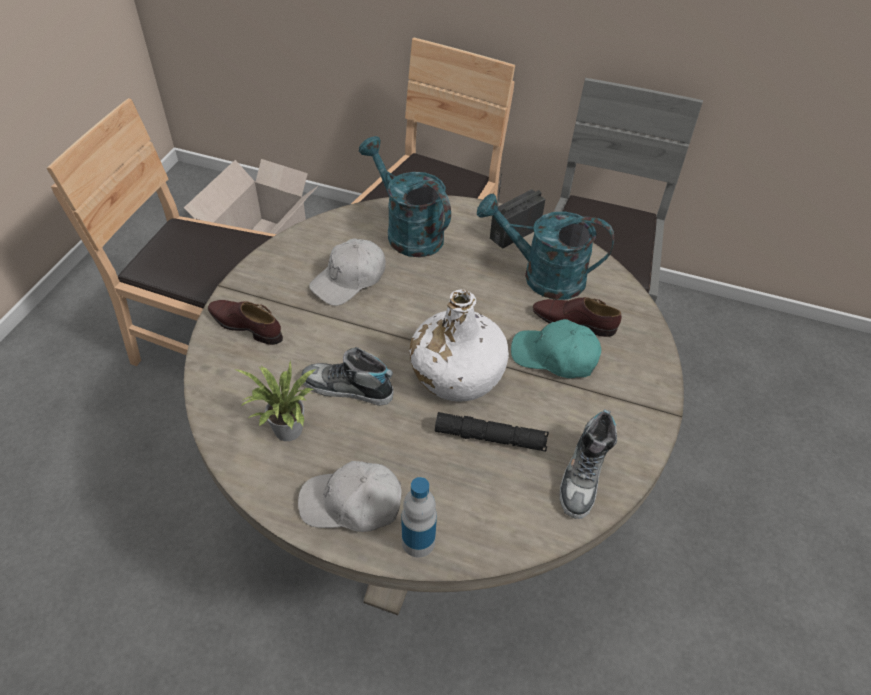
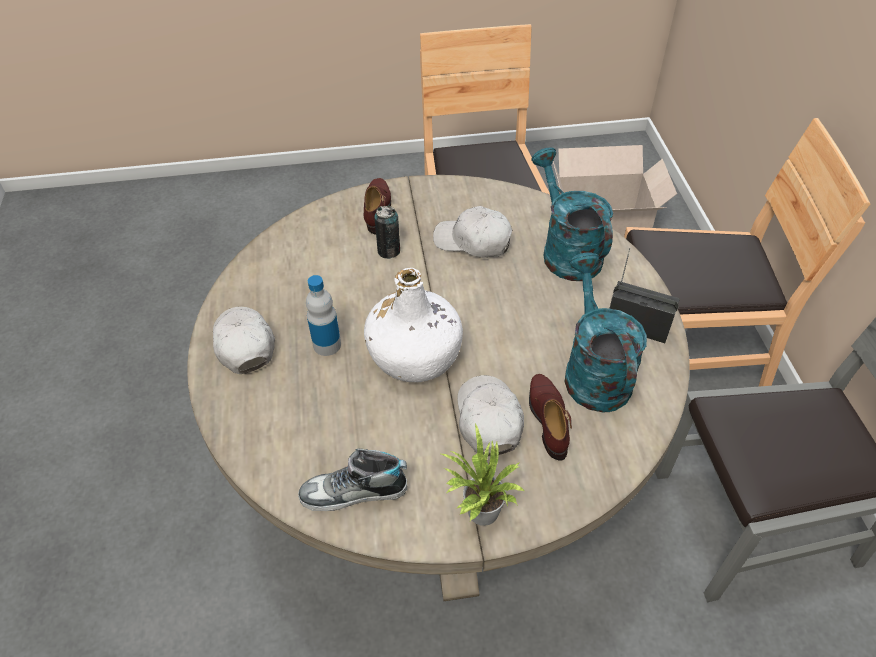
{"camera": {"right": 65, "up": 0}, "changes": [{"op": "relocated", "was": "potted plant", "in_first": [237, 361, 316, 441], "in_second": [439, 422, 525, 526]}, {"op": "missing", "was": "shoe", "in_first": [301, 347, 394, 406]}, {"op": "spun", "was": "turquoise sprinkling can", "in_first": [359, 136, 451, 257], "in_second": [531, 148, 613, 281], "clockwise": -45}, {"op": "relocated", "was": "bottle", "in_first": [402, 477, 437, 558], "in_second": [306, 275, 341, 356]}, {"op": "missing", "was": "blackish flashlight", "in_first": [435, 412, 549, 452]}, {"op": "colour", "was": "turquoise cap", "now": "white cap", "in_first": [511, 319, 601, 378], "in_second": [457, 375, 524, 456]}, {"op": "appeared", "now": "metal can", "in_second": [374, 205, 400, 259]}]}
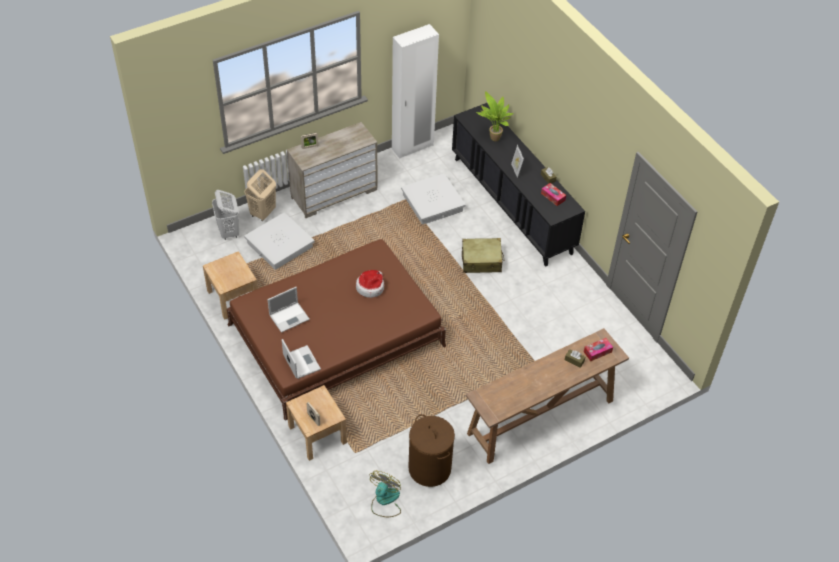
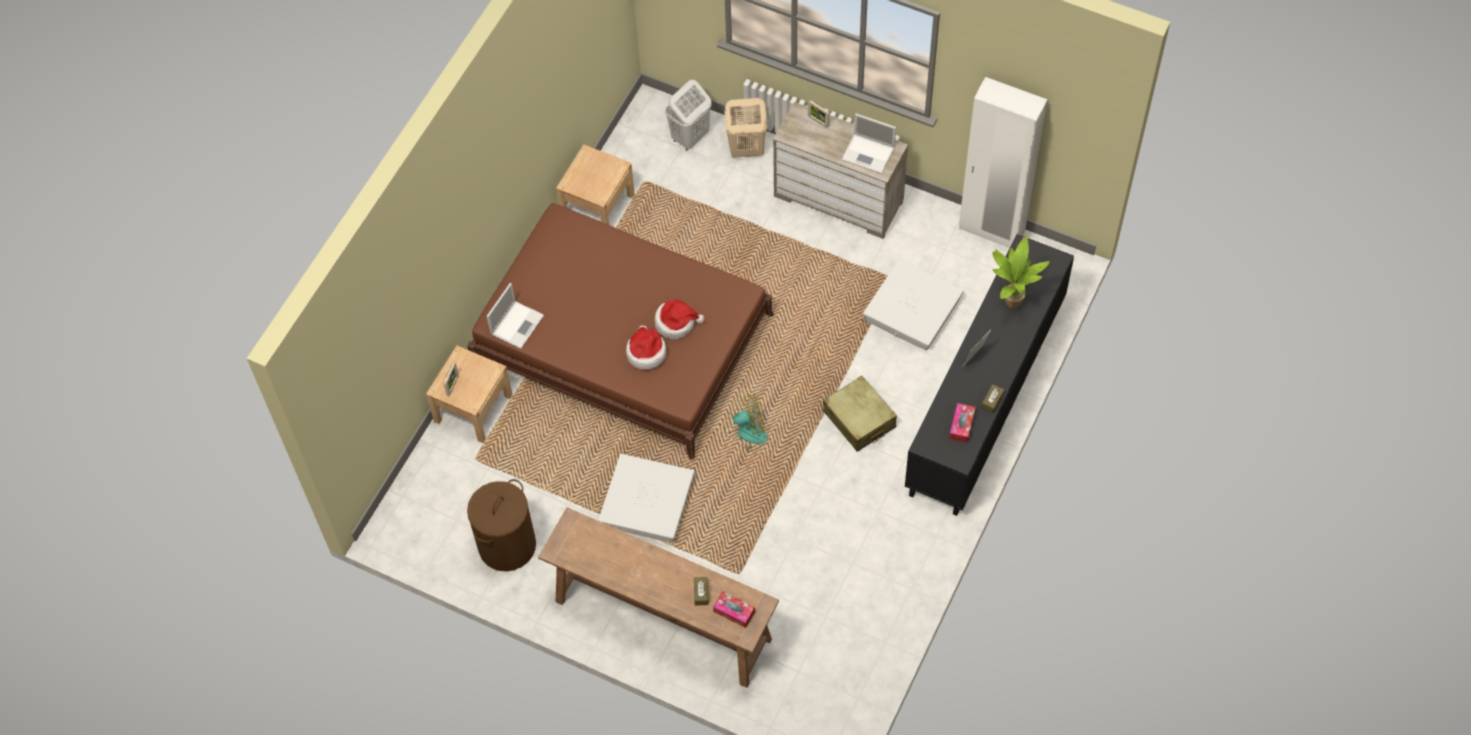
{"camera": {"right": 60, "up": 10}, "changes": [{"op": "relocated", "was": "white storage container", "in_first": [244, 212, 315, 270], "in_second": [598, 454, 694, 542]}, {"op": "relocated", "was": "portable computer", "in_first": [267, 287, 310, 333], "in_second": [842, 114, 896, 174]}, {"op": "relocated", "was": "fan", "in_first": [370, 471, 401, 517], "in_second": [723, 393, 768, 450]}, {"op": "appeared", "now": "wearable hat", "in_second": [626, 325, 667, 370]}]}
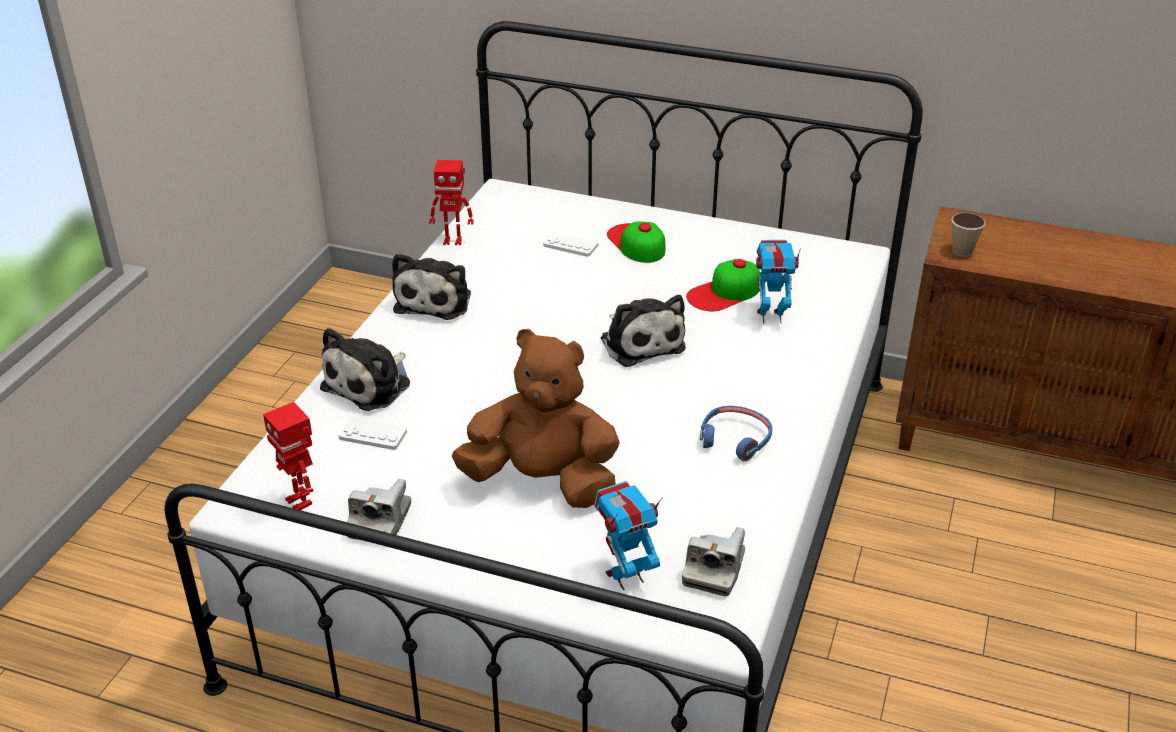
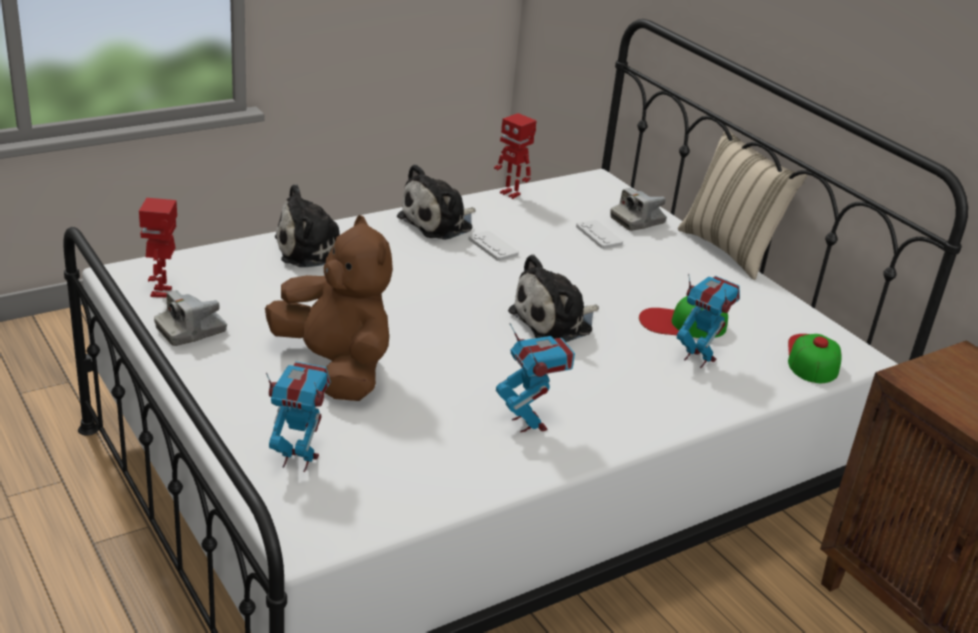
{"camera": {"right": 35, "up": -5}, "changes": [{"op": "relocated", "was": "white gamepad", "in_first": [339, 418, 407, 450], "in_second": [468, 231, 519, 261]}, {"op": "spun", "was": "plush toy", "in_first": [601, 295, 686, 367], "in_second": [508, 254, 599, 342], "clockwise": 45}, {"op": "relocated", "was": "cap", "in_first": [607, 221, 665, 263], "in_second": [788, 334, 842, 383]}, {"op": "relocated", "was": "still camera", "in_first": [682, 527, 745, 596], "in_second": [610, 188, 667, 231]}, {"op": "exchanged", "was": "blue-coloured headset", "now": "model robot", "in_first": [700, 406, 772, 461], "in_second": [496, 323, 575, 432]}, {"op": "missing", "was": "cup", "in_first": [951, 213, 986, 257]}, {"op": "appeared", "now": "beige-coloured cushion", "in_second": [678, 130, 808, 280]}]}
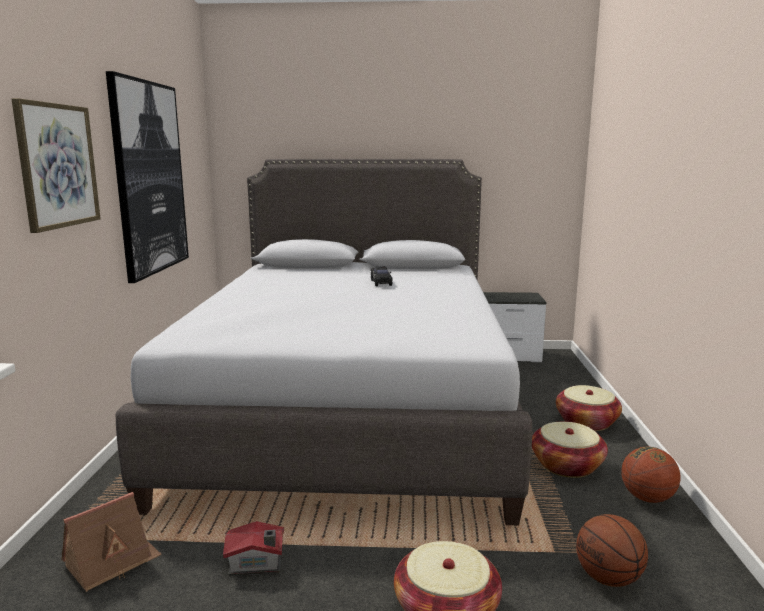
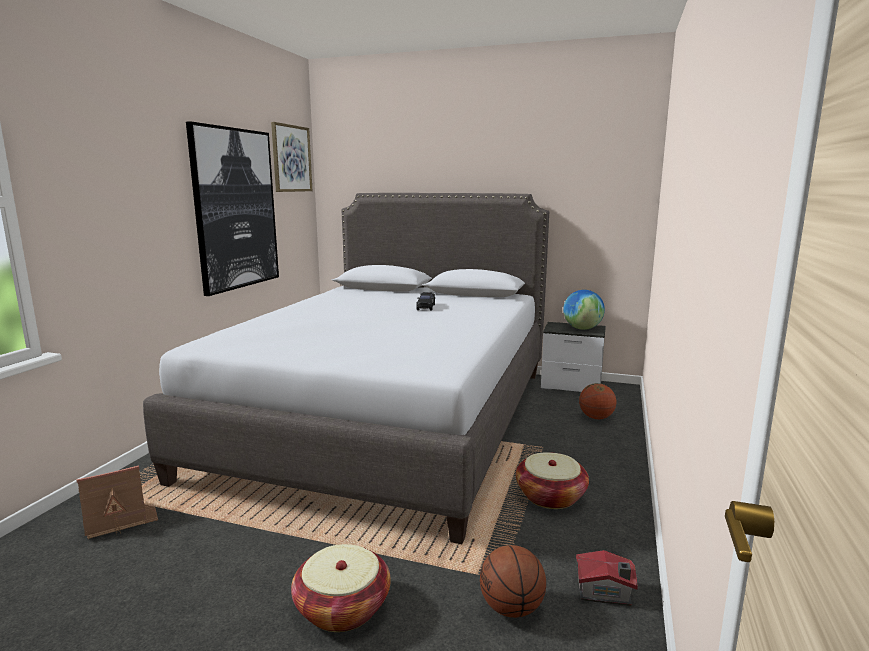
{"camera": {"right": 15, "up": 0}, "changes": [{"op": "relocated", "was": "wall picture", "in_first": [12, 98, 101, 233], "in_second": [271, 122, 312, 192]}, {"op": "relocated", "was": "miniature house", "in_first": [223, 521, 284, 576], "in_second": [576, 550, 638, 606]}, {"op": "missing", "was": "household basket", "in_first": [556, 385, 622, 431]}, {"op": "relocated", "was": "ball for basketball", "in_first": [621, 447, 681, 503], "in_second": [579, 383, 616, 419]}, {"op": "appeared", "now": "globe", "in_second": [563, 290, 605, 330]}]}
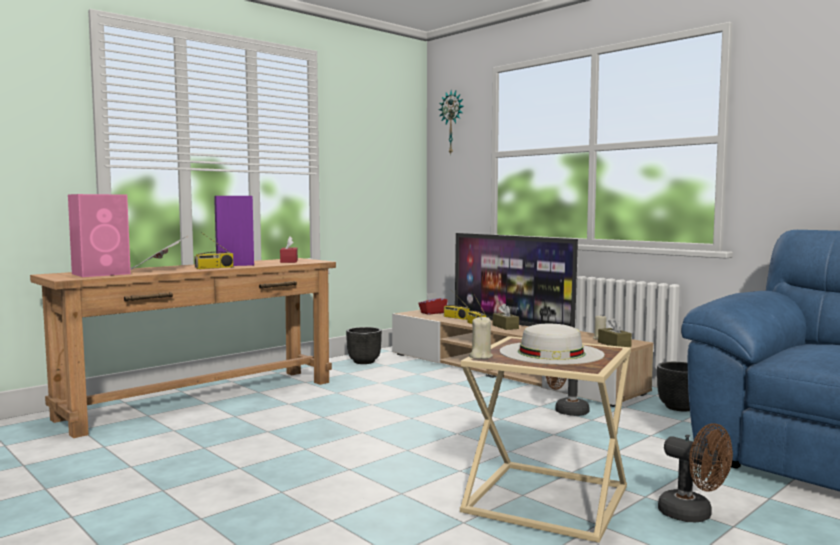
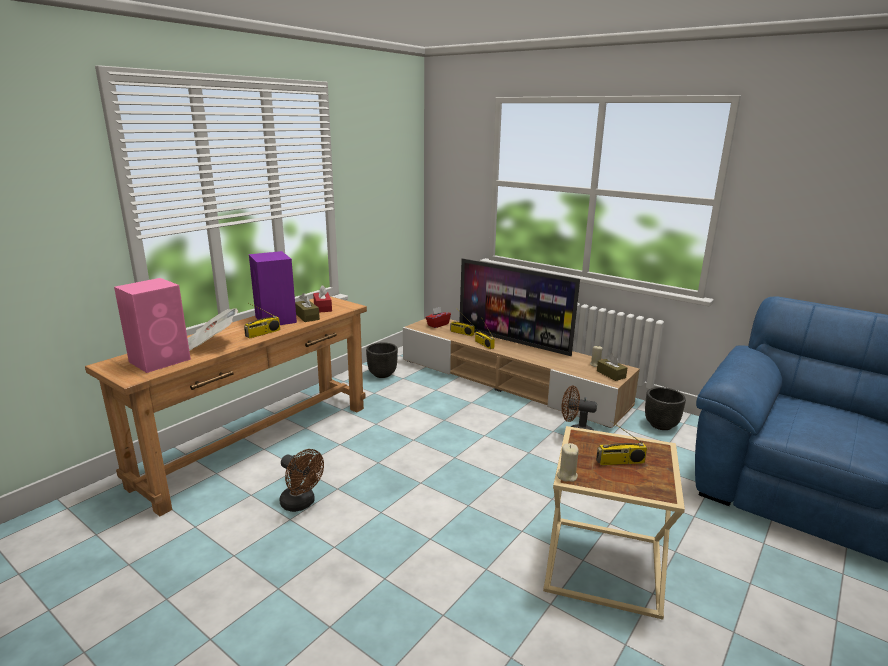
{"camera": {"right": -10, "up": 15}, "changes": [{"op": "missing", "was": "clock on the wall", "in_first": [439, 90, 464, 155]}, {"op": "relocated", "was": "brownish tissue box", "in_first": [493, 303, 519, 330], "in_second": [295, 293, 320, 322]}, {"op": "exchanged", "was": "white wearable hat", "now": "radio set", "in_first": [500, 324, 605, 364], "in_second": [596, 420, 647, 465]}, {"op": "relocated", "was": "brownish fan", "in_first": [658, 423, 733, 522], "in_second": [280, 449, 324, 512]}]}
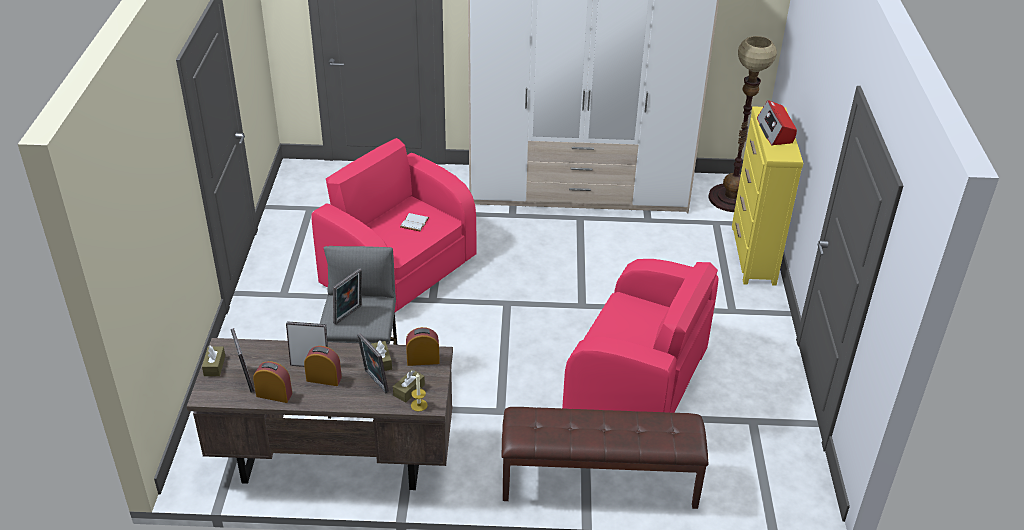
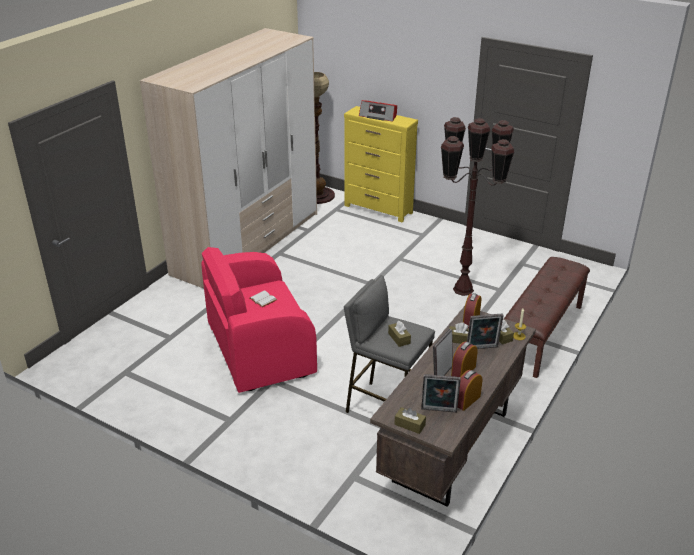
{"camera": {"right": -60, "up": -5}, "changes": [{"op": "exchanged", "was": "standing frame", "now": "brownish tissue box", "in_first": [333, 268, 362, 325], "in_second": [388, 321, 411, 347]}, {"op": "exchanged", "was": "pinkish armchair", "now": "brownish standard lamp", "in_first": [562, 259, 719, 413], "in_second": [441, 117, 514, 296]}]}
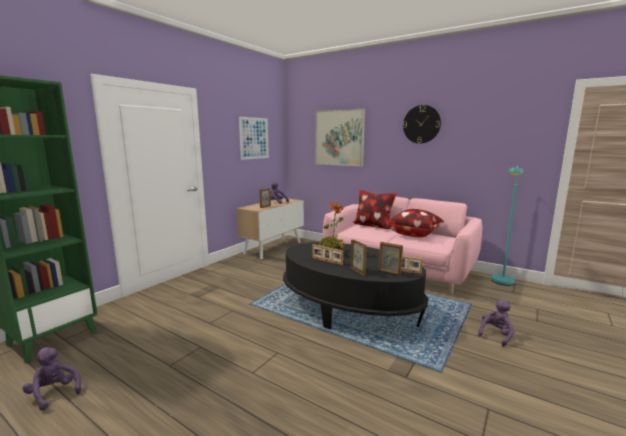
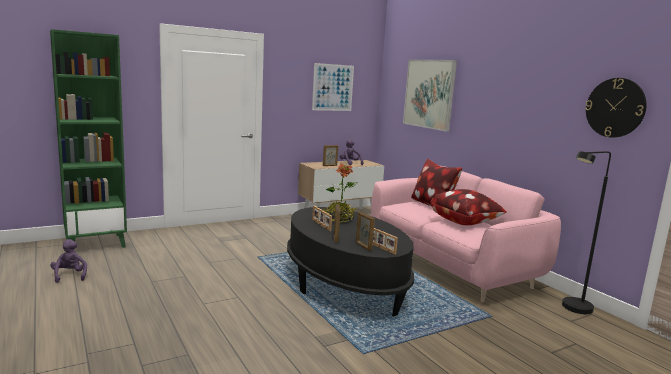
{"camera": {"right": 25, "up": 0}, "changes": [{"op": "relocated", "was": "clock on the wall", "in_first": [403, 105, 441, 144], "in_second": [585, 78, 647, 138]}, {"op": "missing", "was": "purple-coloured plush toy", "in_first": [478, 299, 514, 347]}, {"op": "colour", "was": "turquoise standard lamp", "now": "blackish standard lamp", "in_first": [491, 166, 523, 286], "in_second": [562, 151, 611, 314]}]}
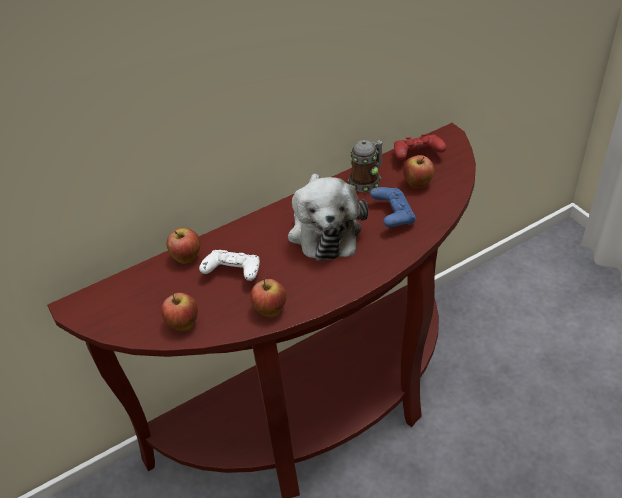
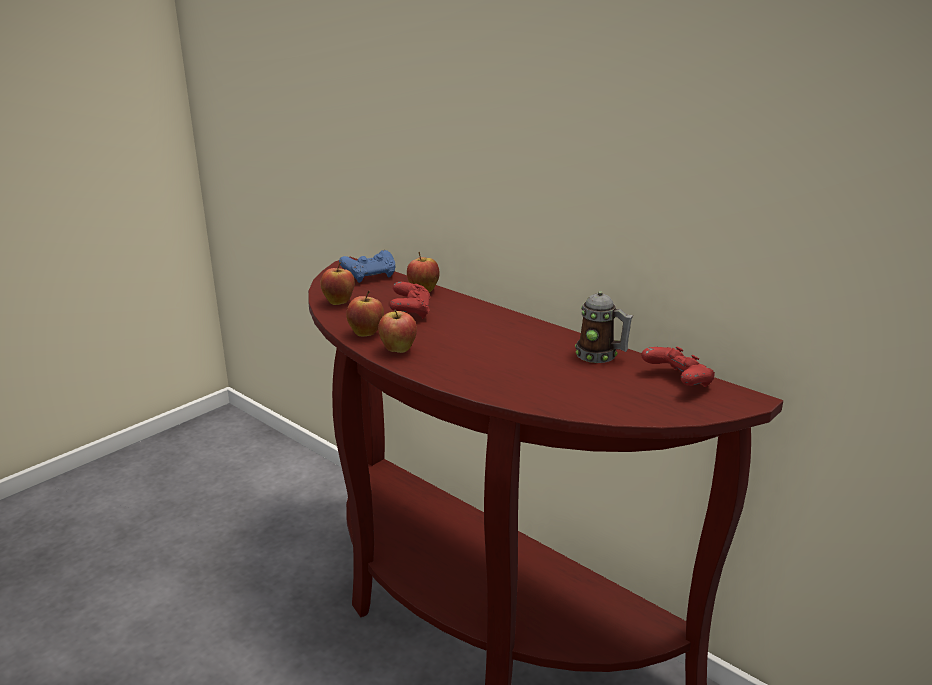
{"camera": {"right": 70, "up": -20}, "changes": [{"op": "colour", "was": "white gamepad", "now": "red gamepad", "in_first": [199, 250, 260, 281], "in_second": [390, 282, 430, 319]}, {"op": "missing", "was": "plush toy", "in_first": [288, 174, 368, 261]}, {"op": "relocated", "was": "blue-coloured gamepad", "in_first": [370, 187, 416, 227], "in_second": [339, 250, 395, 283]}, {"op": "relocated", "was": "apple fruit", "in_first": [403, 155, 434, 189], "in_second": [378, 309, 417, 353]}]}
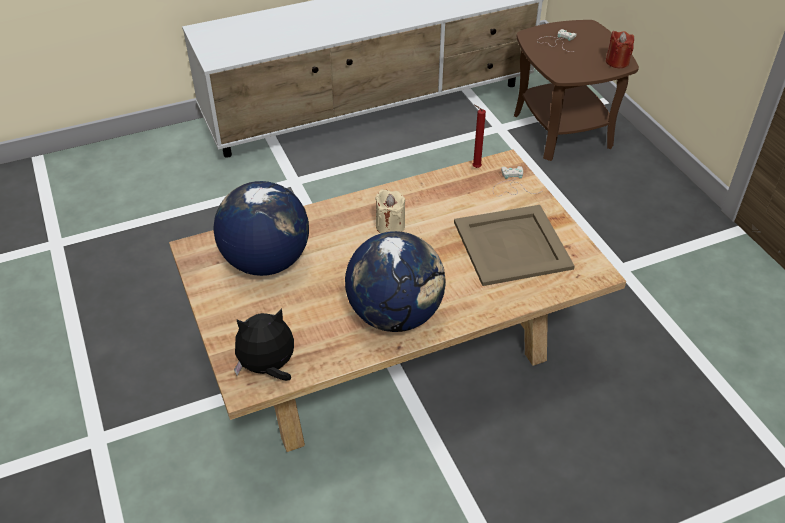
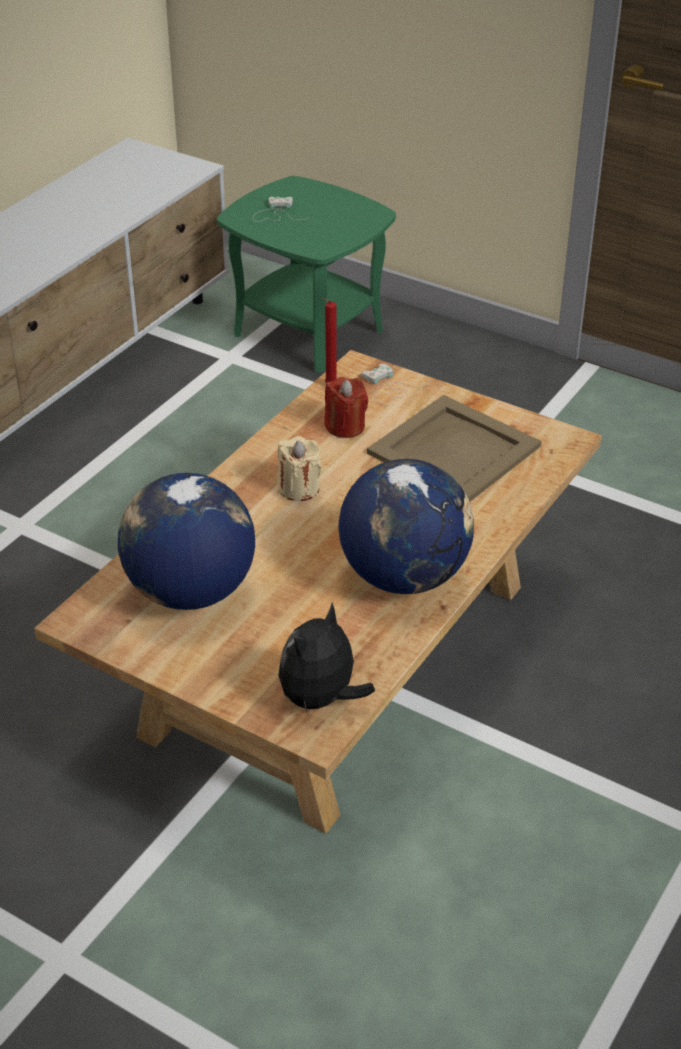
{"camera": {"right": -35, "up": -5}, "changes": [{"op": "colour", "was": "brownish accent table", "now": "green accent table", "in_first": [514, 20, 639, 161], "in_second": [217, 176, 396, 373]}, {"op": "relocated", "was": "red wax candle", "in_first": [606, 31, 634, 68], "in_second": [325, 377, 368, 438]}]}
